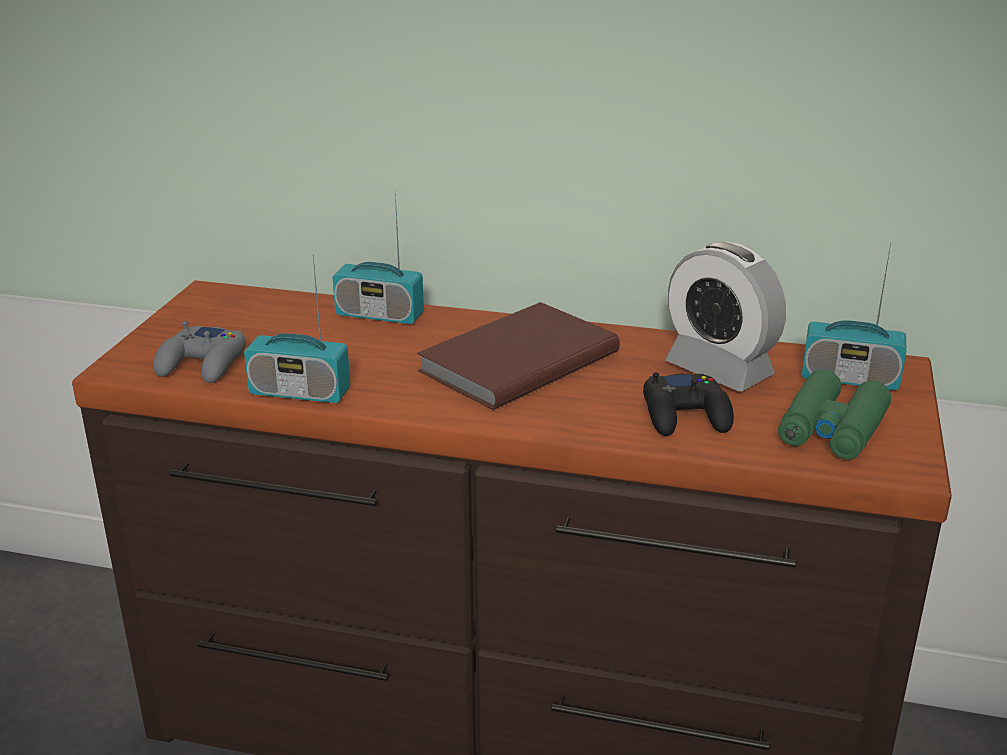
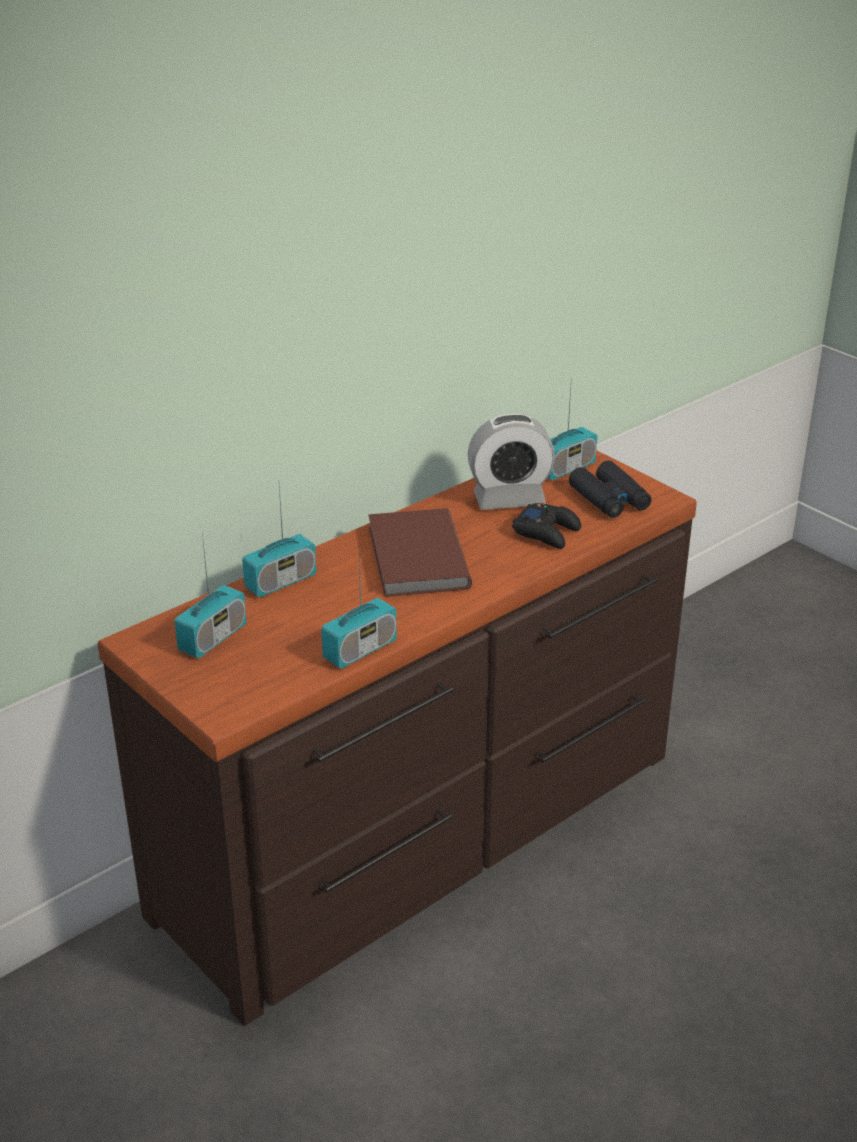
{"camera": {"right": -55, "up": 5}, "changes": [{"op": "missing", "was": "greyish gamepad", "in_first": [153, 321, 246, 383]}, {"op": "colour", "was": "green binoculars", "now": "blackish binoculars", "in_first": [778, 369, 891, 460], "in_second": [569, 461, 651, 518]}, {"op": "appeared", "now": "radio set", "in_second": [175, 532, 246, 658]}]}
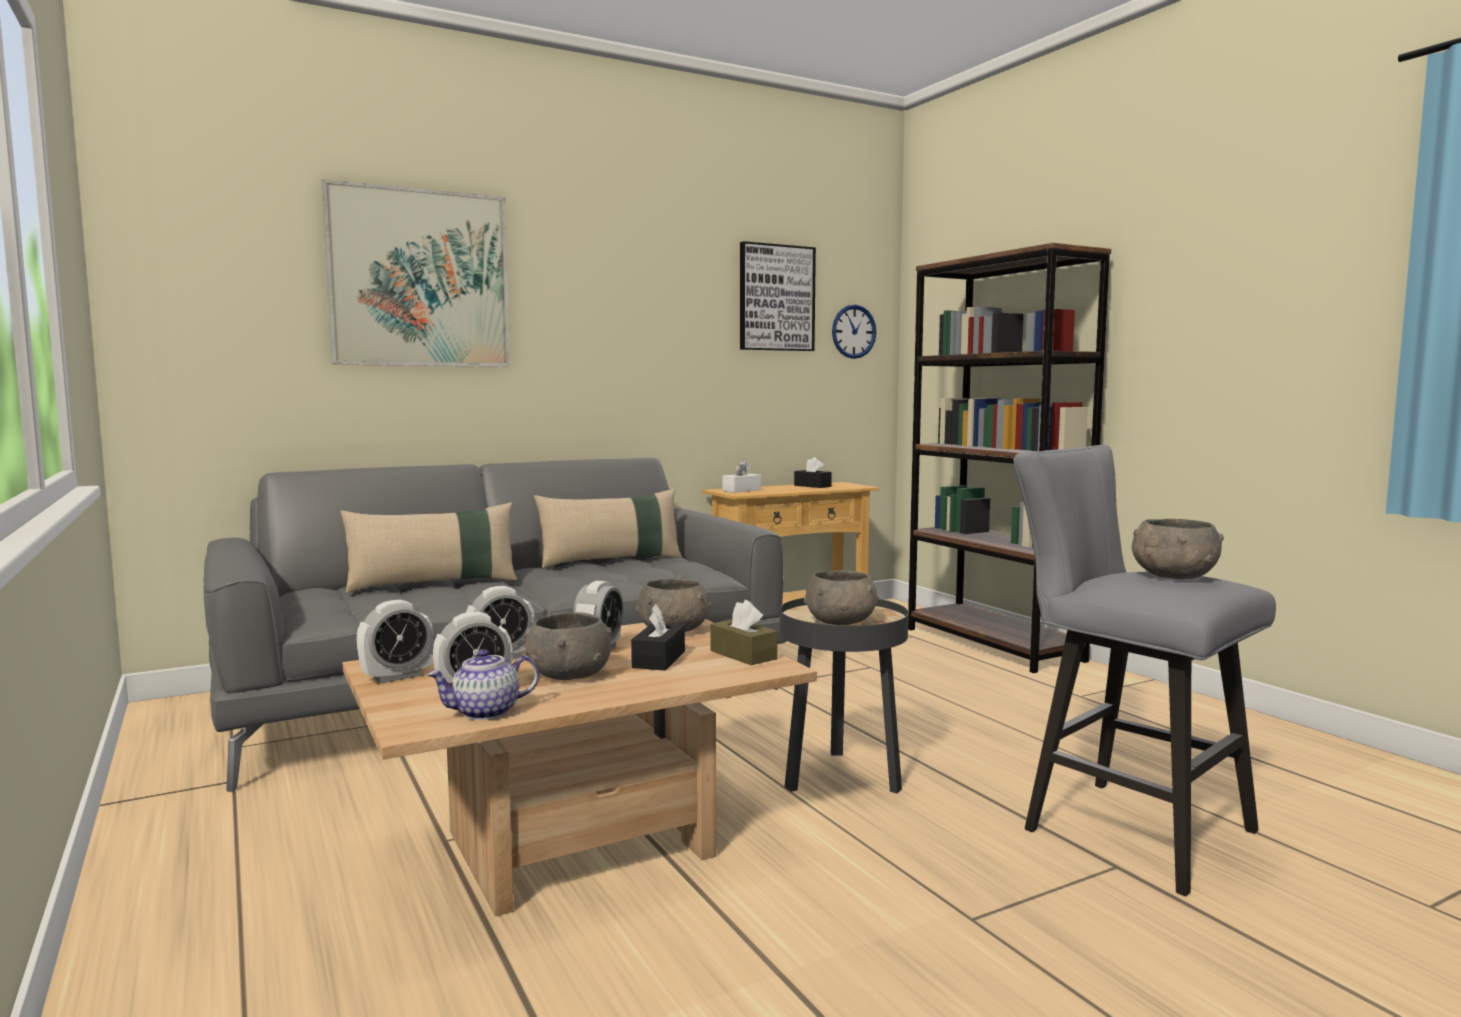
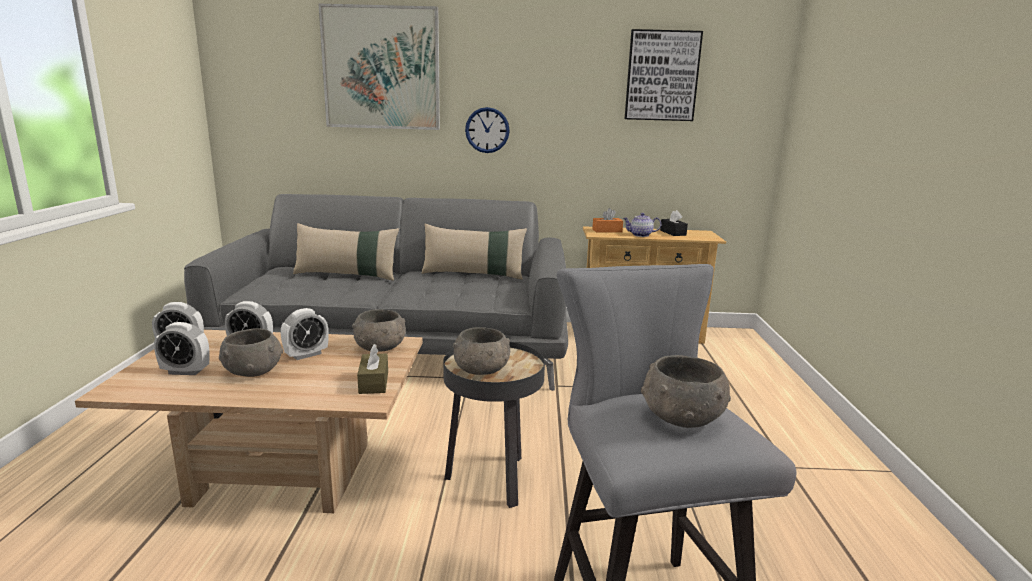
{"camera": {"right": 30, "up": 10}, "changes": [{"op": "relocated", "was": "pot for tea", "in_first": [427, 649, 539, 720], "in_second": [623, 213, 661, 237]}, {"op": "missing", "was": "blackish tissue box", "in_first": [631, 604, 685, 671]}, {"op": "colour", "was": "white tissue box", "now": "orange-coloured tissue box", "in_first": [722, 460, 761, 493], "in_second": [592, 208, 623, 233]}, {"op": "relocated", "was": "clock on the wall", "in_first": [832, 305, 876, 359], "in_second": [465, 107, 510, 153]}, {"op": "missing", "was": "brownish bookshelf", "in_first": [908, 243, 1111, 673]}]}
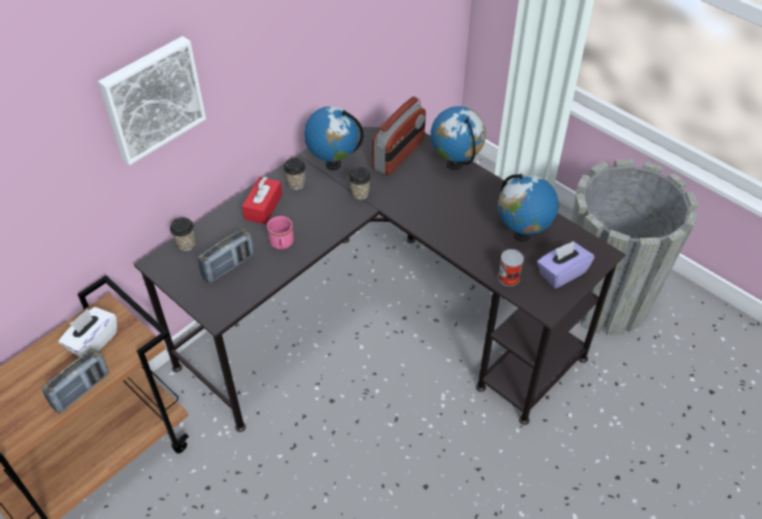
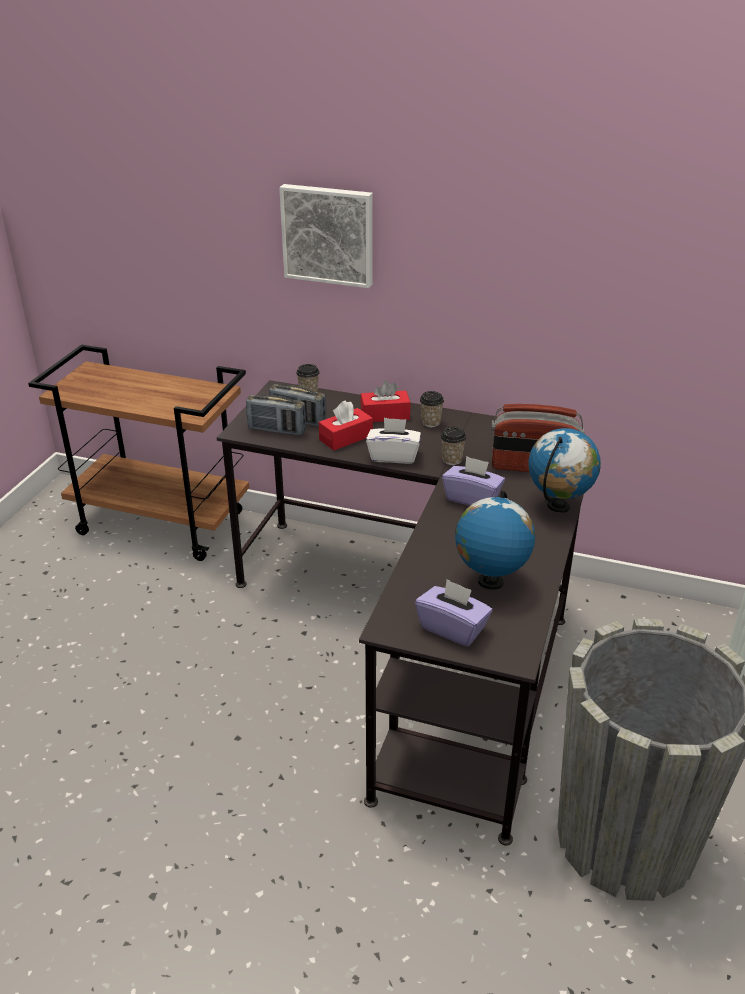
{"camera": {"right": 65, "up": -15}, "changes": [{"op": "relocated", "was": "radio set", "in_first": [41, 348, 109, 414], "in_second": [246, 395, 306, 436]}, {"op": "relocated", "was": "white tissue box", "in_first": [59, 307, 117, 357], "in_second": [366, 418, 421, 464]}, {"op": "exchanged", "was": "pinkish tea mug", "now": "red tissue box", "in_first": [267, 216, 294, 249], "in_second": [319, 400, 373, 451]}, {"op": "missing", "was": "globe", "in_first": [304, 106, 364, 170]}, {"op": "missing", "was": "metal can", "in_first": [498, 249, 524, 286]}, {"op": "appeared", "now": "purple-coloured tissue box", "in_second": [442, 456, 505, 506]}]}
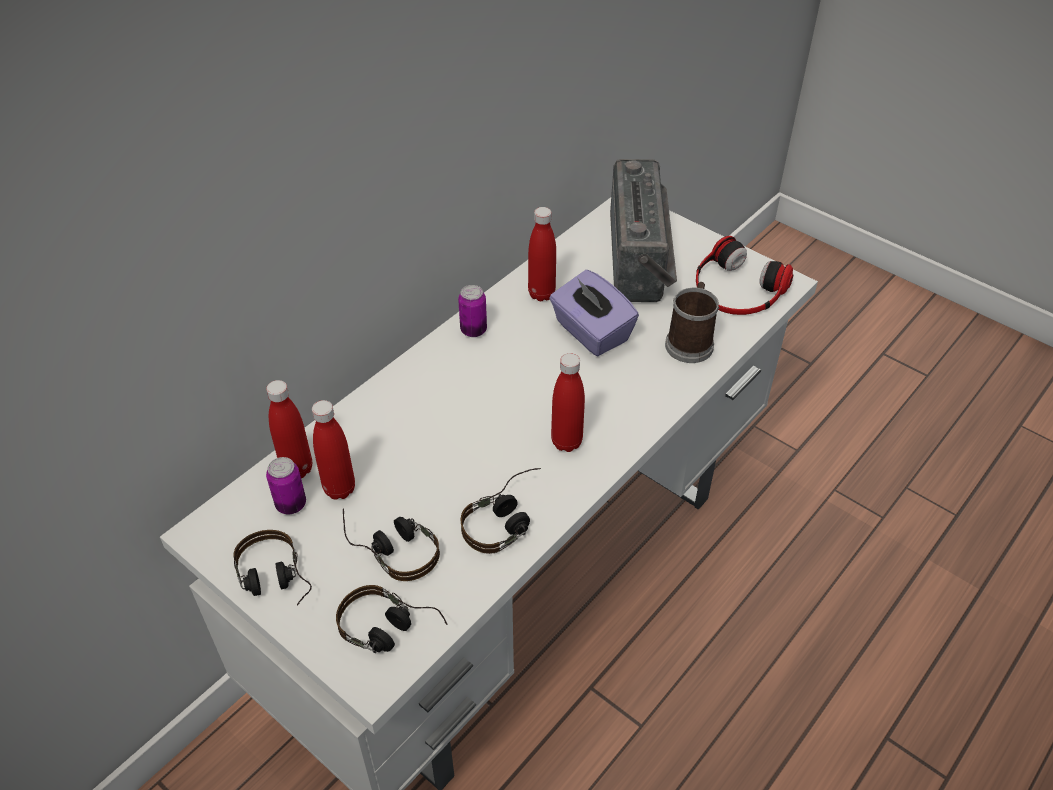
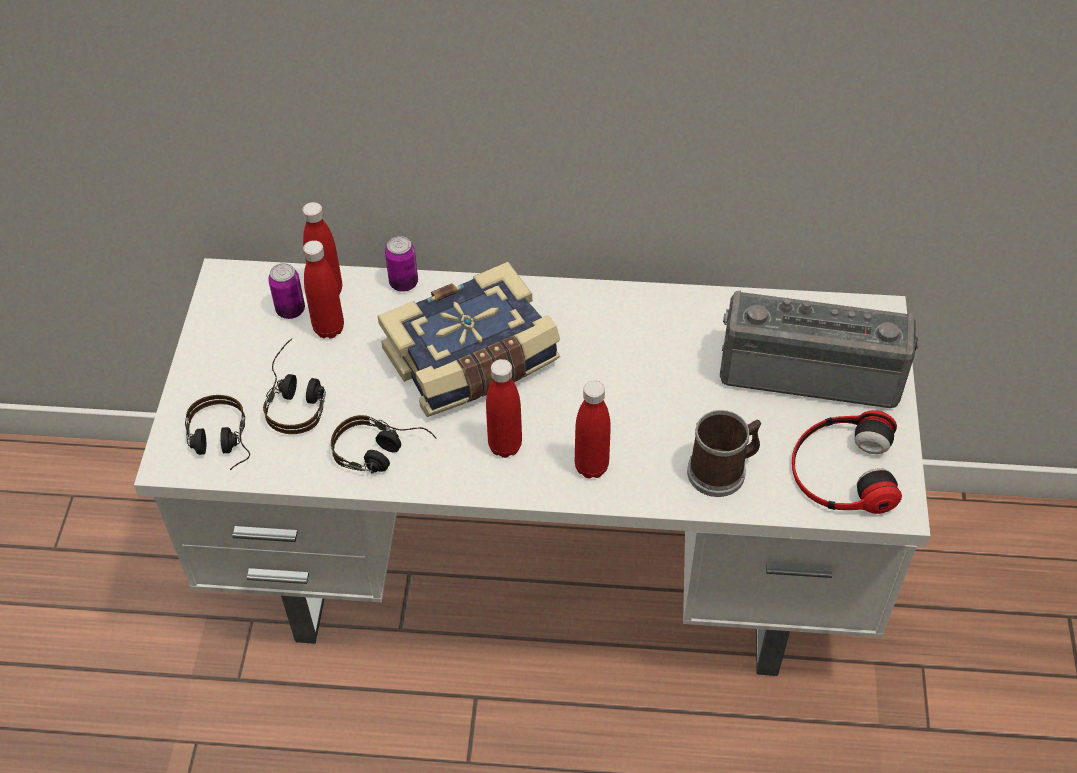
{"camera": {"right": 55, "up": 5}, "changes": [{"op": "missing", "was": "headset", "in_first": [233, 530, 312, 606]}, {"op": "relocated", "was": "metal can", "in_first": [458, 285, 487, 337], "in_second": [385, 236, 418, 292]}, {"op": "relocated", "was": "red bottle", "in_first": [528, 207, 556, 301], "in_second": [575, 381, 611, 478]}, {"op": "missing", "was": "purple-coloured tissue box", "in_first": [549, 270, 639, 356]}, {"op": "spun", "was": "radio set", "in_first": [610, 159, 677, 302], "in_second": [720, 290, 919, 408], "clockwise": -135}, {"op": "appeared", "now": "book", "in_second": [378, 262, 560, 417]}]}
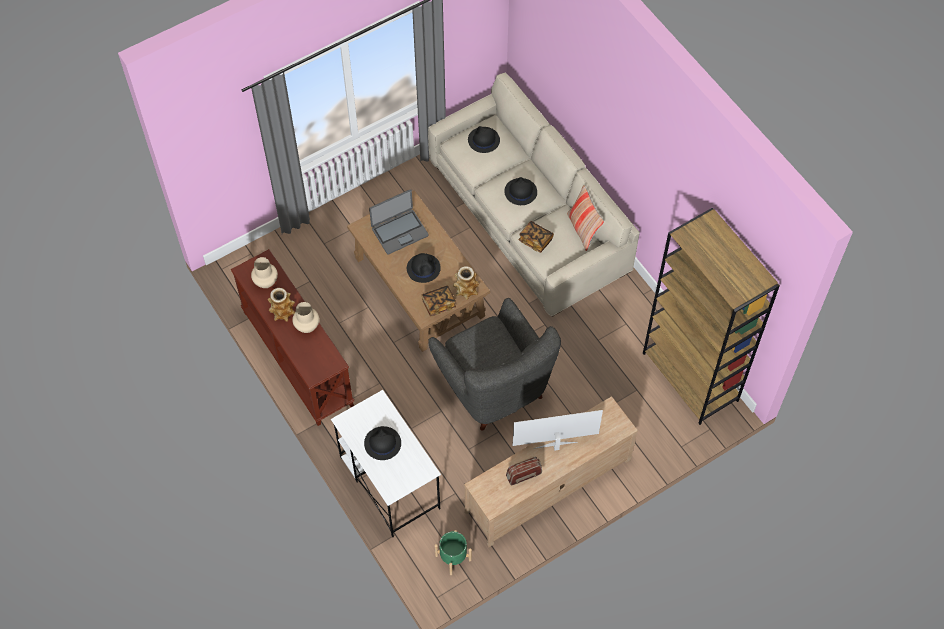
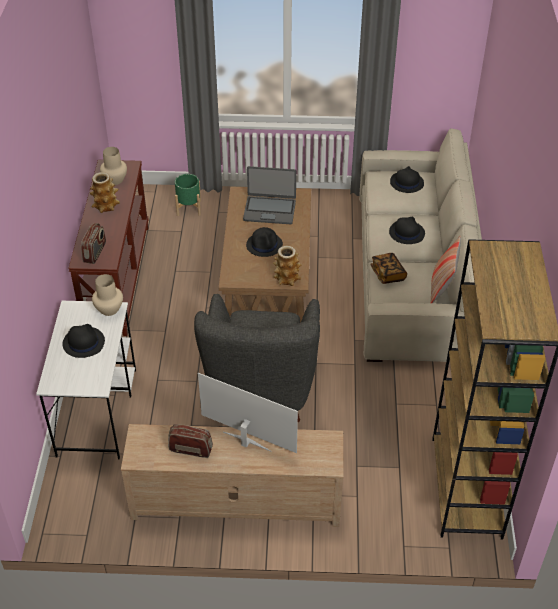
{"camera": {"right": 35, "up": -15}, "changes": [{"op": "relocated", "was": "beige-coloured vase", "in_first": [292, 302, 319, 333], "in_second": [92, 274, 123, 316]}, {"op": "missing", "was": "book", "in_first": [422, 286, 456, 316]}, {"op": "relocated", "was": "green flower pot", "in_first": [435, 530, 472, 575], "in_second": [175, 174, 201, 216]}, {"op": "appeared", "now": "radio set", "in_second": [81, 223, 106, 264]}]}
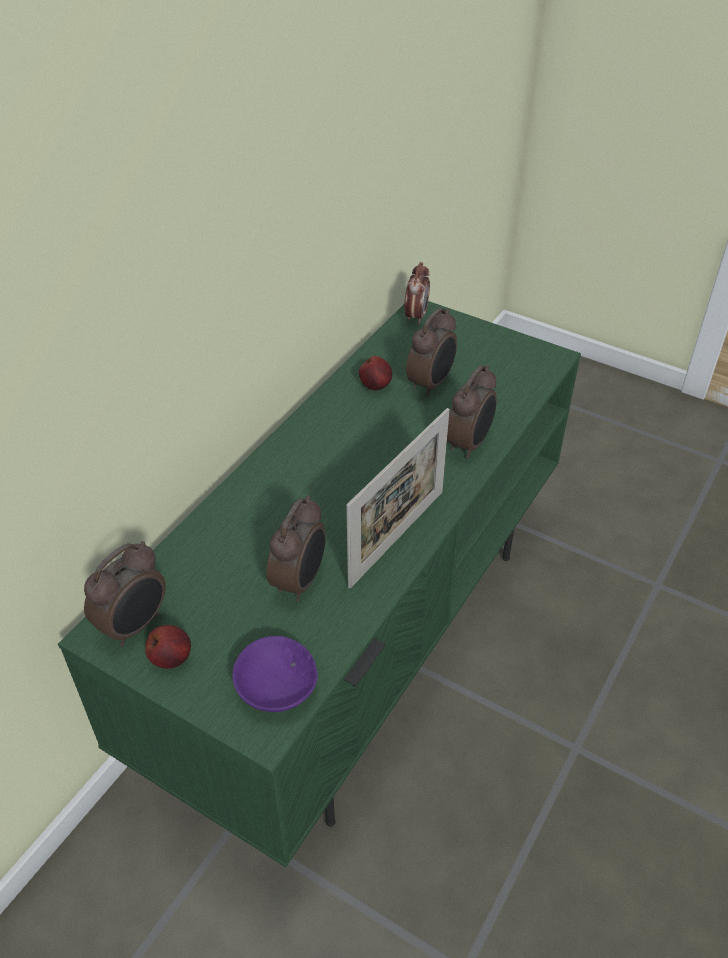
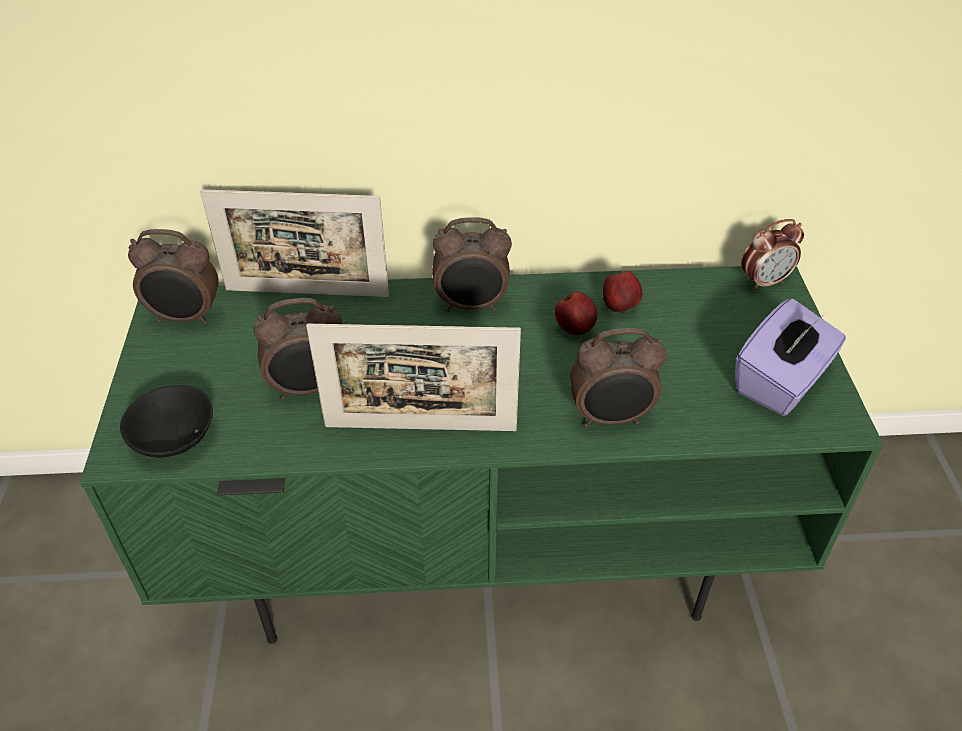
{"camera": {"right": 55, "up": 0}, "changes": [{"op": "relocated", "was": "apple fruit", "in_first": [145, 625, 191, 669], "in_second": [555, 291, 597, 335]}, {"op": "colour", "was": "purple-coloured deep dish", "now": "blackish deep dish", "in_first": [232, 636, 318, 712], "in_second": [120, 385, 213, 458]}, {"op": "relocated", "was": "alarm clock", "in_first": [406, 308, 457, 397], "in_second": [432, 217, 512, 312]}, {"op": "appeared", "now": "standing frame", "in_second": [200, 189, 389, 297]}, {"op": "appeared", "now": "purple-coloured tissue box", "in_second": [735, 298, 846, 416]}]}
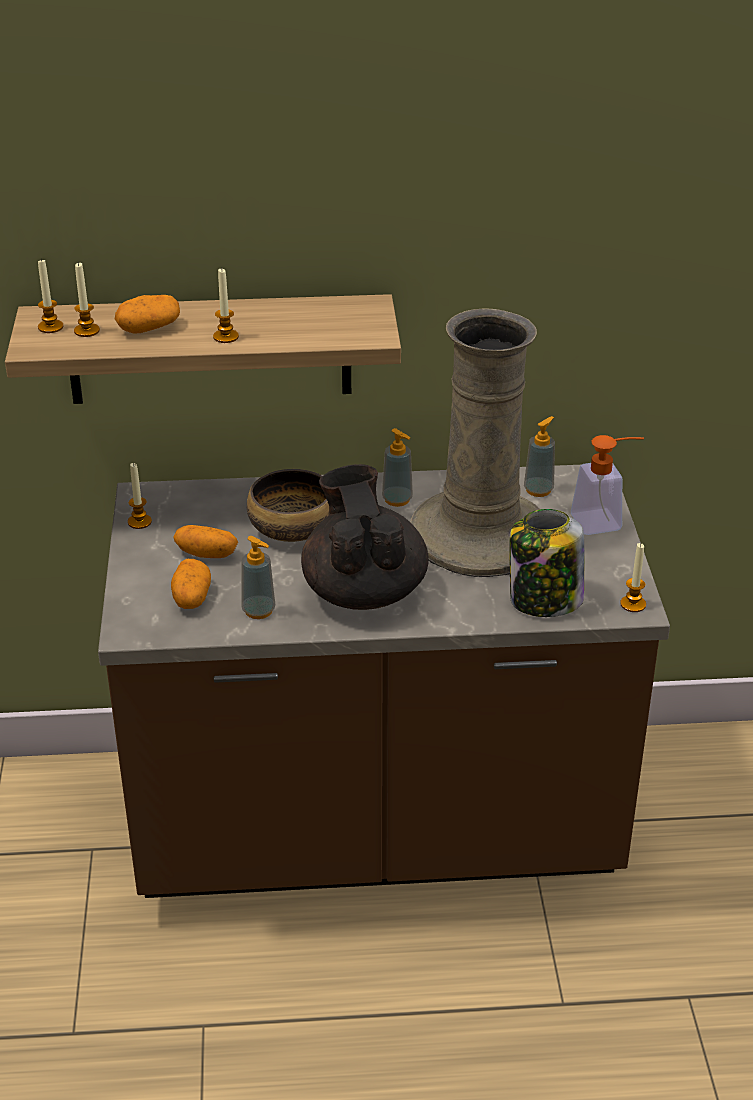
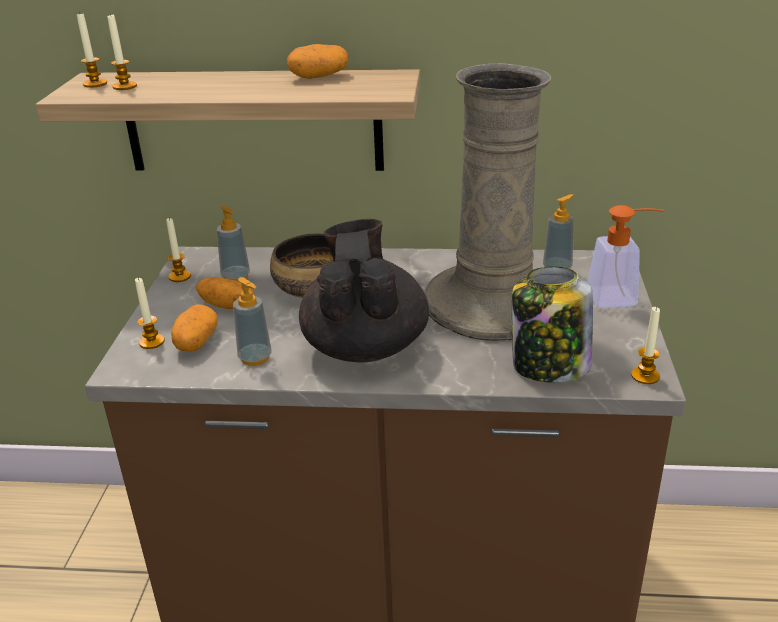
{"camera": {"right": 10, "up": -5}, "changes": [{"op": "relocated", "was": "spud", "in_first": [115, 295, 180, 334], "in_second": [287, 44, 348, 79]}, {"op": "relocated", "was": "wax candle", "in_first": [213, 268, 239, 343], "in_second": [135, 277, 165, 349]}, {"op": "relocated", "was": "soap bottle", "in_first": [382, 428, 413, 507], "in_second": [216, 205, 250, 282]}]}
